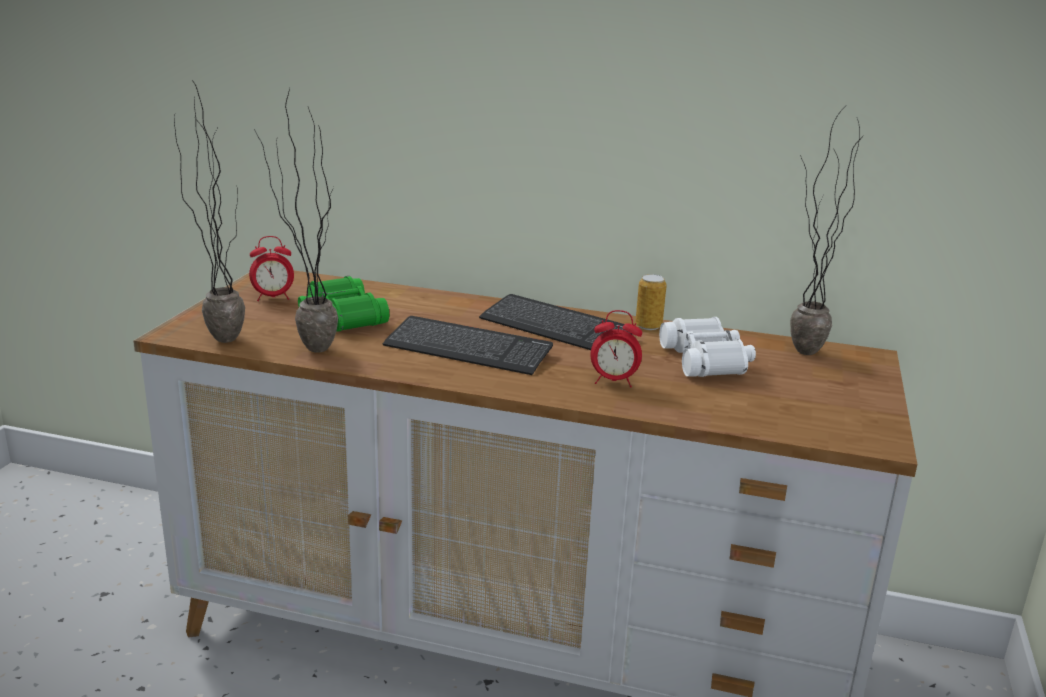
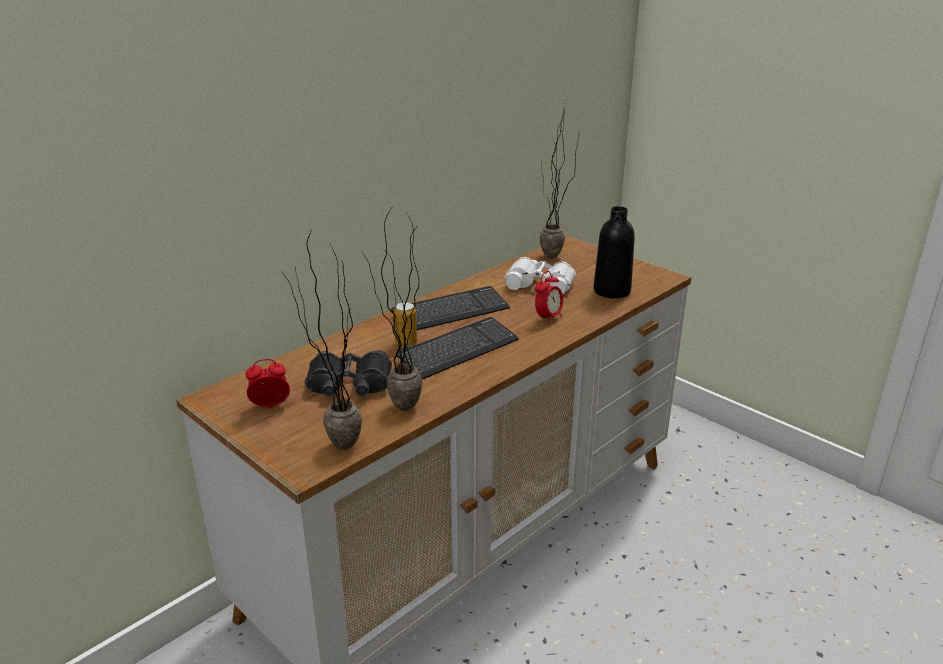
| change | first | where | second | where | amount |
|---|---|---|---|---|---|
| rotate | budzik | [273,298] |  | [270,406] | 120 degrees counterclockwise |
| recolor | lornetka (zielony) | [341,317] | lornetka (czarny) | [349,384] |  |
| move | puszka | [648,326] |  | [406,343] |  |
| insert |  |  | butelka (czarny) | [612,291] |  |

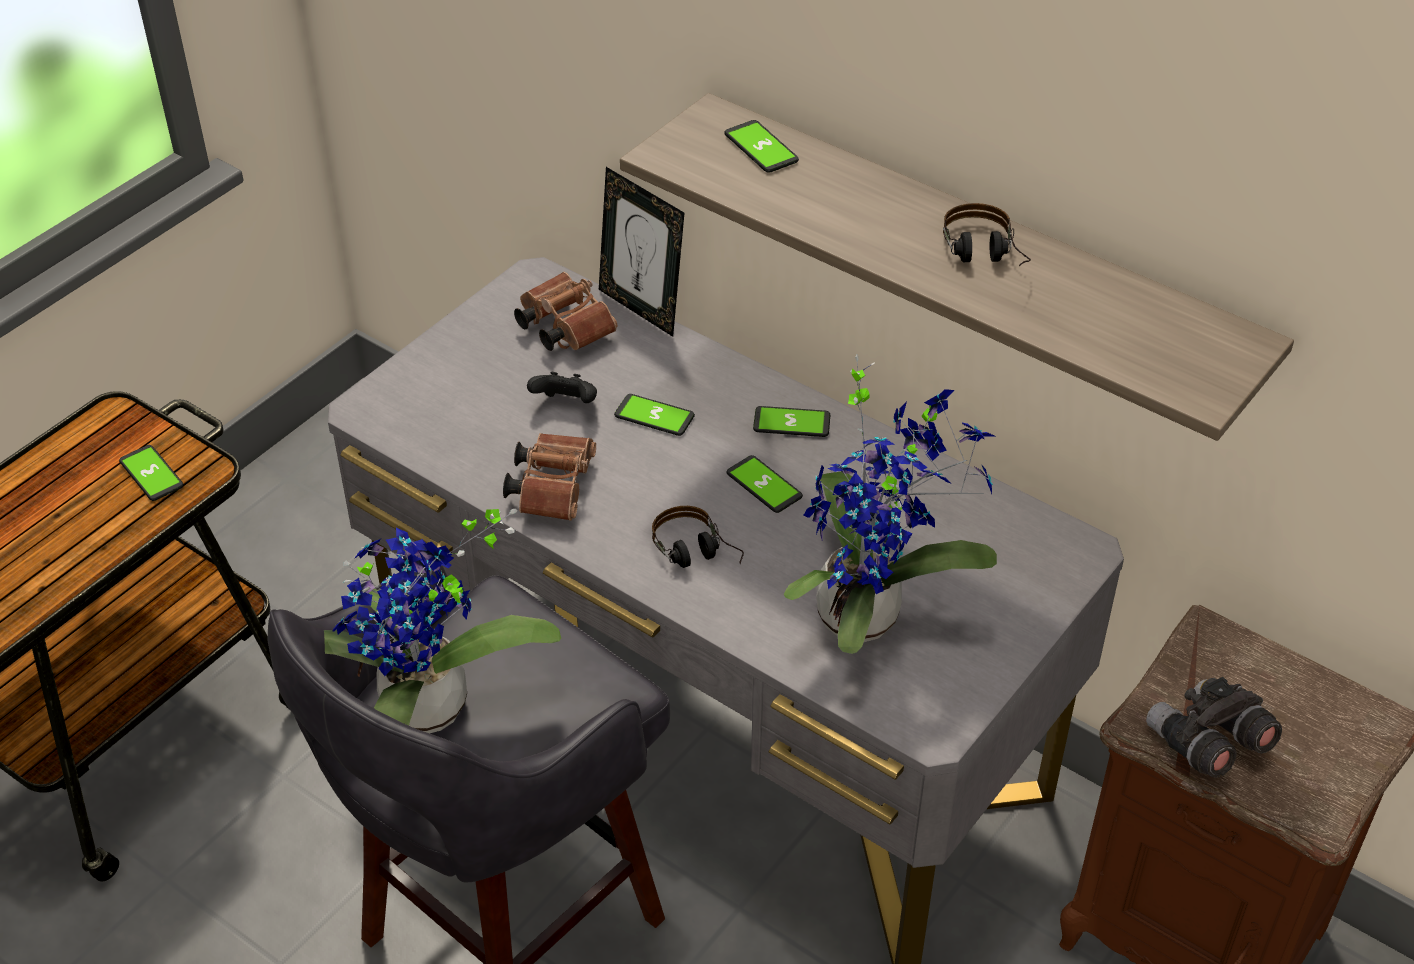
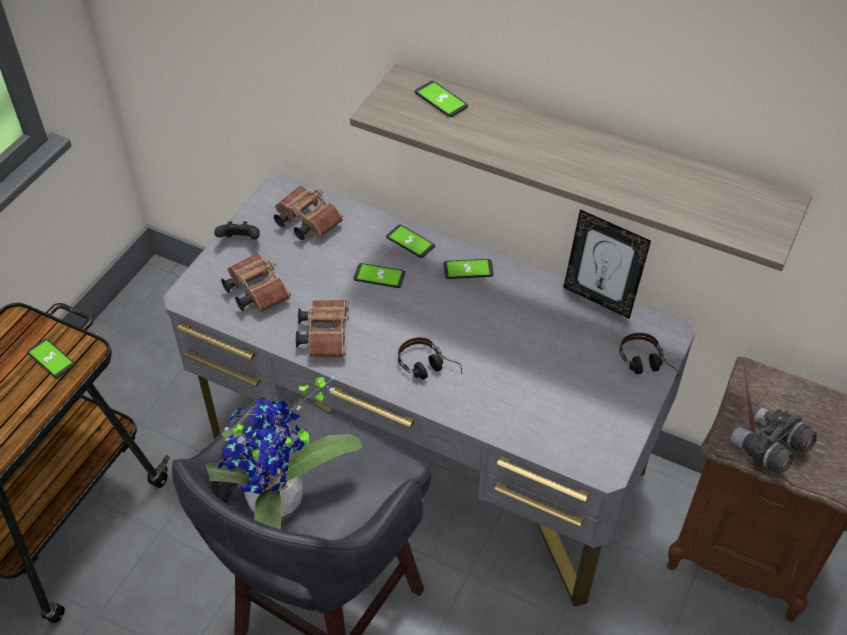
| change | first | where | second | where | amount |
|---|---|---|---|---|---|
| move | pad do gier (czarny) | [566,405] |  | [240,241] |  |
| insert |  |  | lornetka (brązowy) | [255,291] |  |
| move | telefon | [764,485] |  | [410,242] |  |
| move | ramka na zdjęcie | [641,308] |  | [599,299] |  |
| move | słuchawki | [984,257] |  | [647,367] |  |
| delete | roślina doniczkowa | [868,613] |  |  |  |

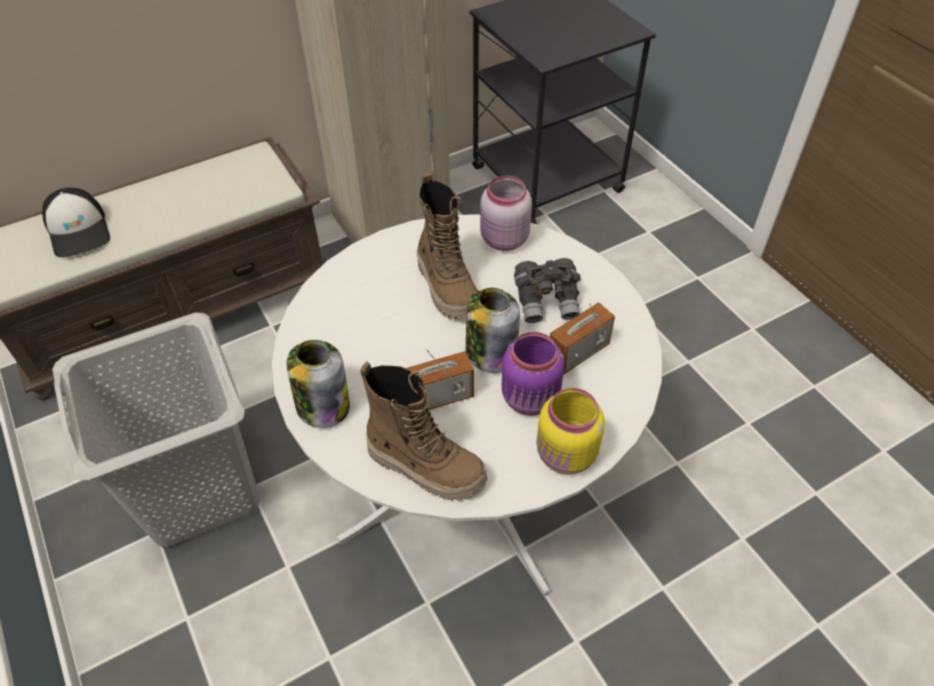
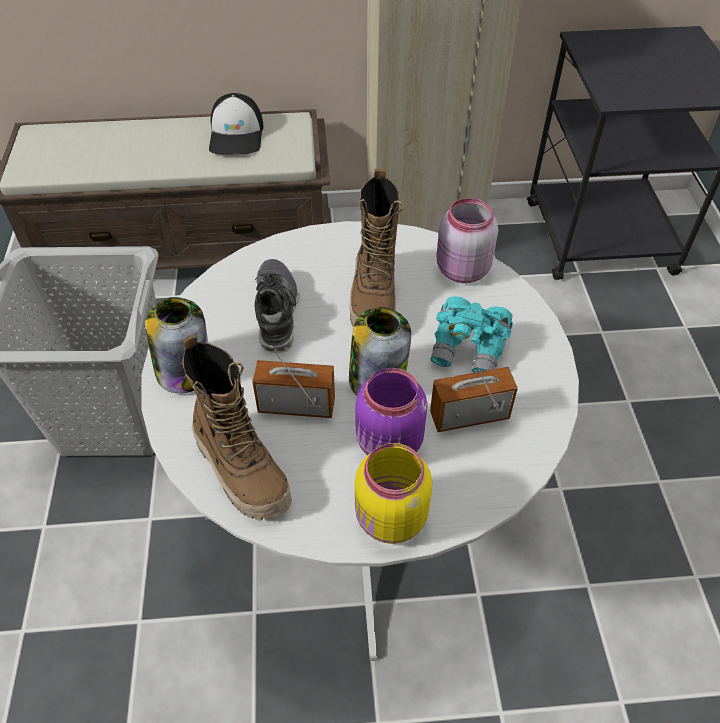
| change | first | where | second | where | amount |
|---|---|---|---|---|---|
| move | czapka z daszkiem | [79,230] |  | [237,135] |  |
| insert |  |  | but | [276,312] |  |
| recolor | lornetka (szary) | [547,301] | lornetka (turkusowy) | [469,349] |  |

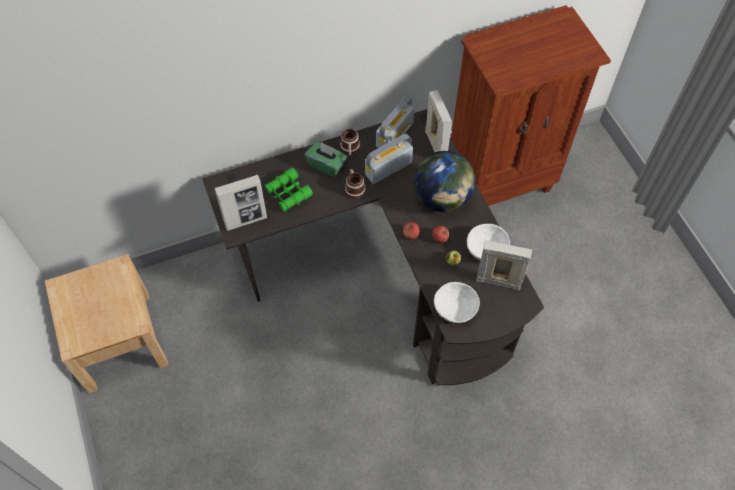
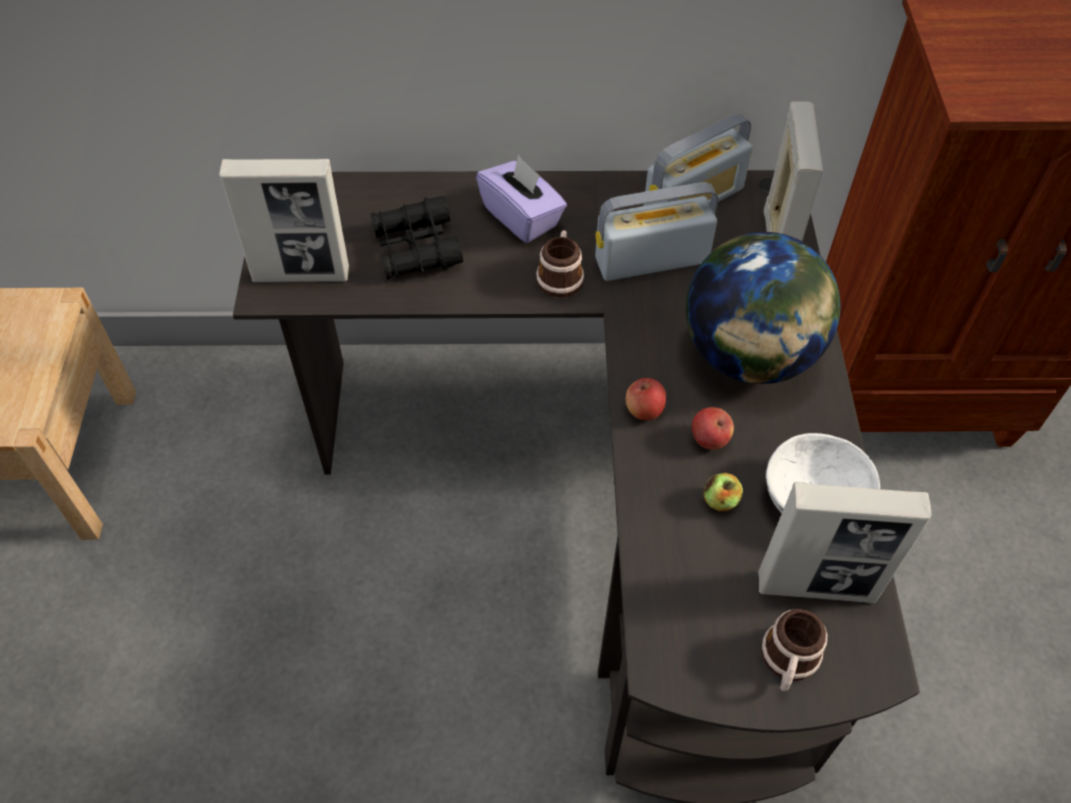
| change | first | where | second | where | amount |
|---|---|---|---|---|---|
| recolor | lornetka (zielony) | [288,193] | lornetka (czarny) | [416,248] |  |
| recolor | pudełko chusteczek (zielony) | [326,165] | pudełko chusteczek (fioletowy) | [522,217] |  |
| rotate | ramka na zdjęcie | [498,282] |  | [817,587] | 150 degrees clockwise |
| move | kubek | [350,149] |  | [787,662] |  |
| delete | miska (biały) | [454,308] |  |  |  |

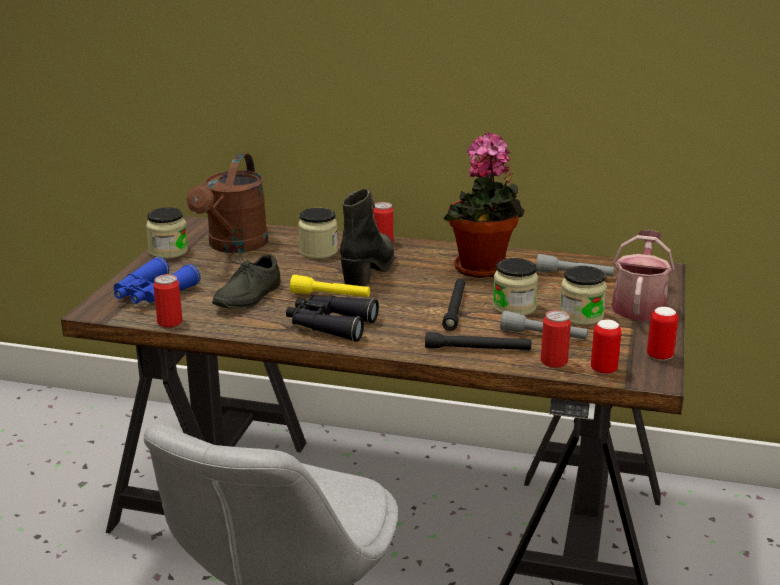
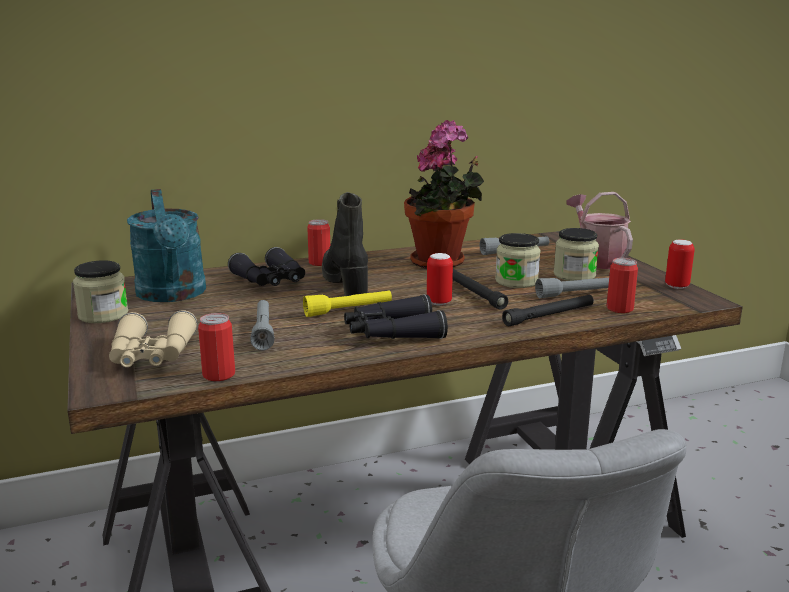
| change | first | where | second | where | amount |
|---|---|---|---|---|---|
| recolor | lornetka (niebieski) | [152,294] | lornetka (beżowy) | [152,356] |  |
| recolor | konewka (brązowy) | [234,246] | konewka (turkusowy) | [173,295] |  |
| replace | słoik | [318,252] | lornetka (czarny) | [271,281] |  |
| replace | but (szary) | [245,296] | latarka (szary) | [263,331] |  |
| move | puszka | [603,370] |  | [439,302] |  |

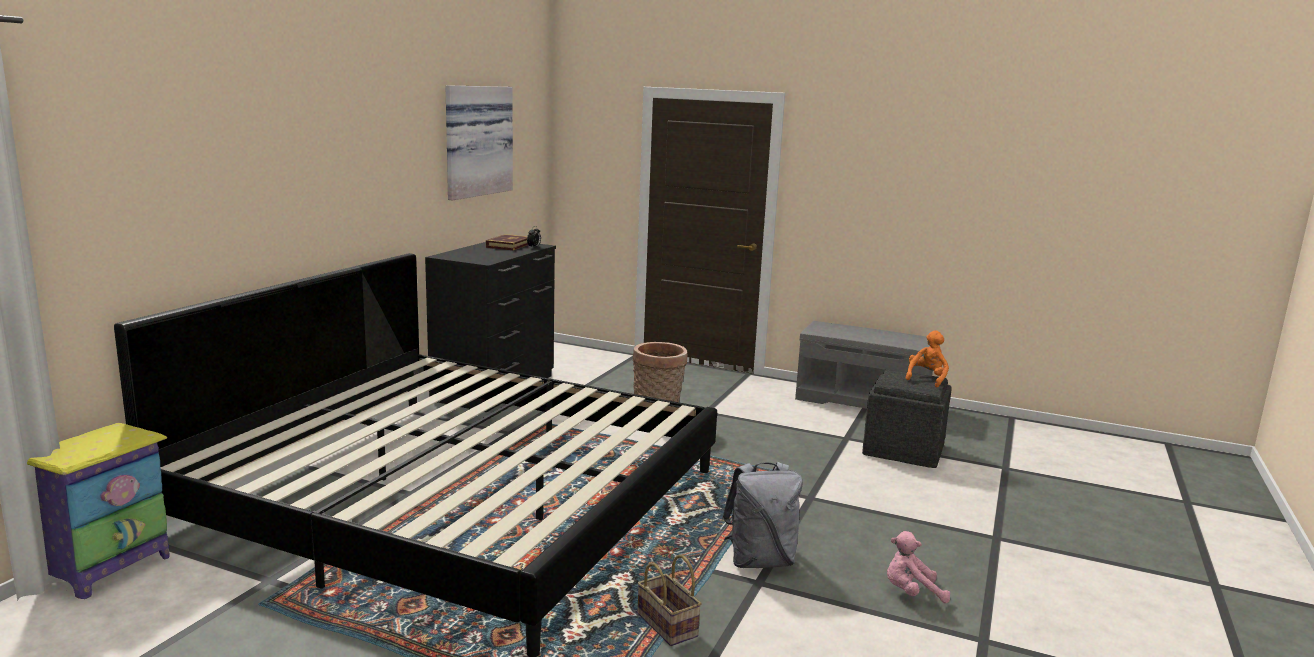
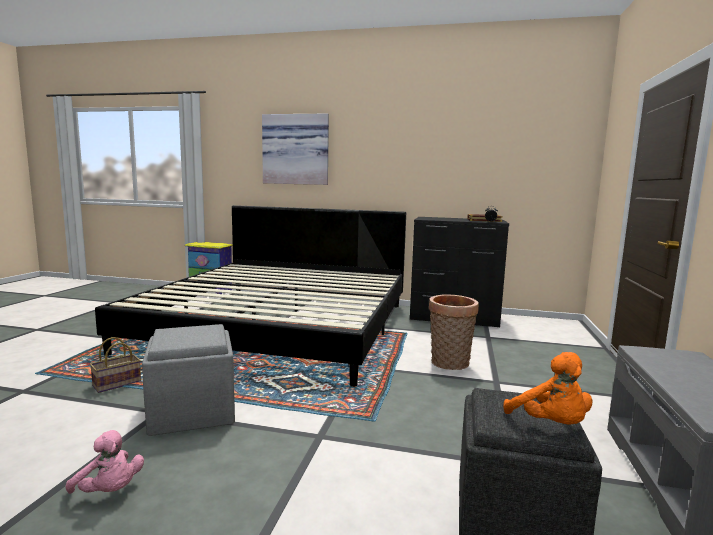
| change | first | where | second | where | amount |
|---|---|---|---|---|---|
| rotate | pluszak (różowy) | [911,593] |  | [109,491] | 135 degrees clockwise |
| replace | plecak (szary) | [760,561] | pufa (szary) | [193,412] |  |
| move | obraz | [475,141] |  | [296,149] |  |
| rotate | pluszak (pomarańczowy) | [926,378] |  | [551,424] | 45 degrees clockwise |

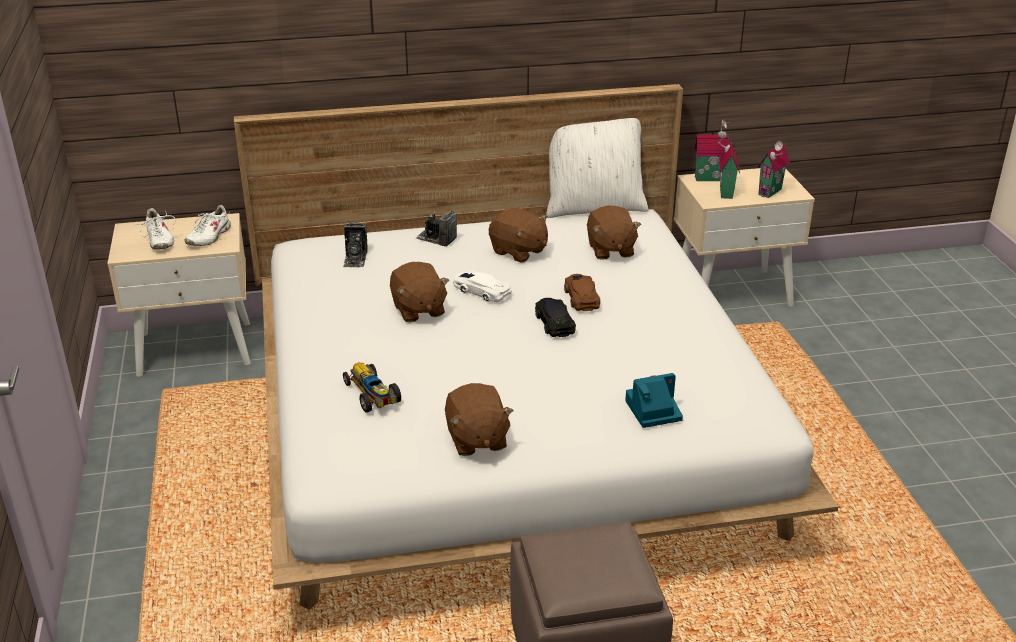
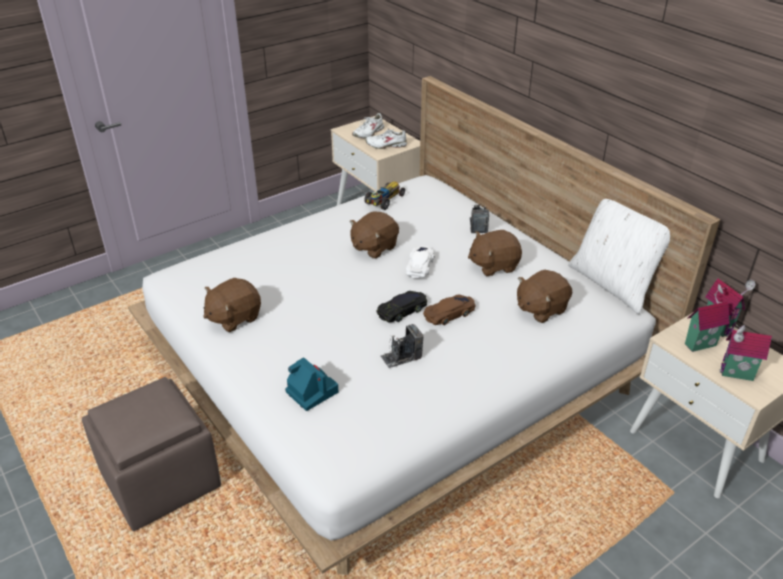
| change | first | where | second | where | amount |
|---|---|---|---|---|---|
| move | samochodzik | [372,396] |  | [384,201] |  |
| move | aparat fotograficzny | [355,258] |  | [401,357] |  |
| rotate | pluszak (brązowy) | [518,251] |  | [493,265] | 60 degrees clockwise |

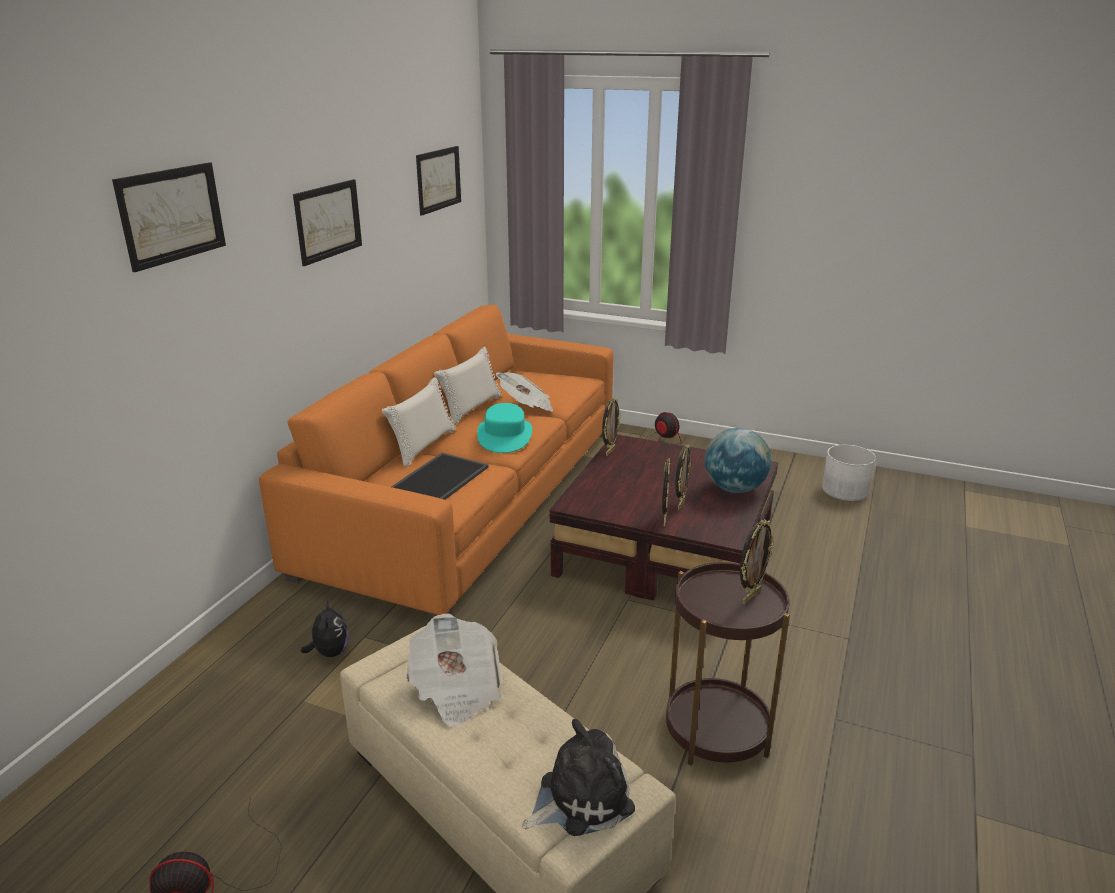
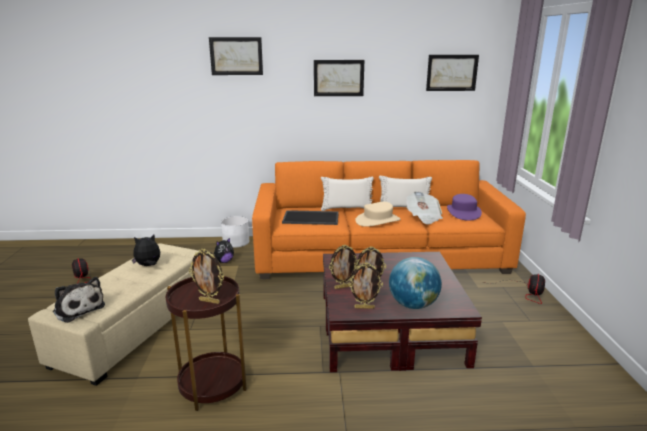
| change | first | where | second | where | amount |
|---|---|---|---|---|---|
| replace | gazeta | [456,690] | pluszak | [148,265] |  |
| move | donica (biały) | [845,490] |  | [236,242] |  |
| move | ramka na zdjęcie | [610,451] |  | [364,307] |  |
| recolor | kapelusz (turkusowy) | [505,436] | kapelusz (beżowy) | [378,220] |  |
| insert |  |  | kapelusz (fioletowy) | [463,212] |  |

